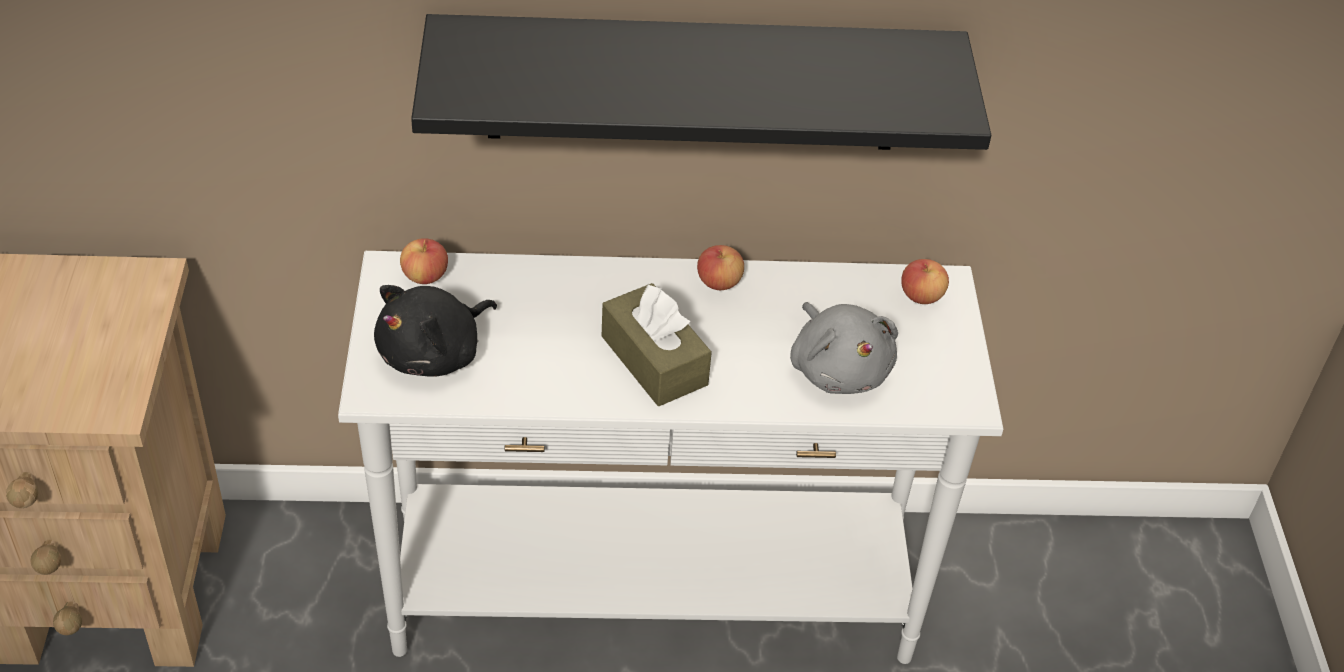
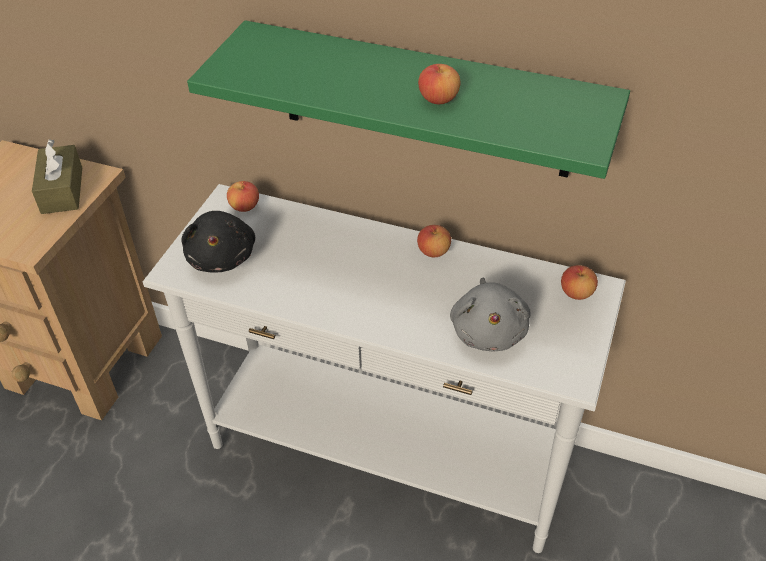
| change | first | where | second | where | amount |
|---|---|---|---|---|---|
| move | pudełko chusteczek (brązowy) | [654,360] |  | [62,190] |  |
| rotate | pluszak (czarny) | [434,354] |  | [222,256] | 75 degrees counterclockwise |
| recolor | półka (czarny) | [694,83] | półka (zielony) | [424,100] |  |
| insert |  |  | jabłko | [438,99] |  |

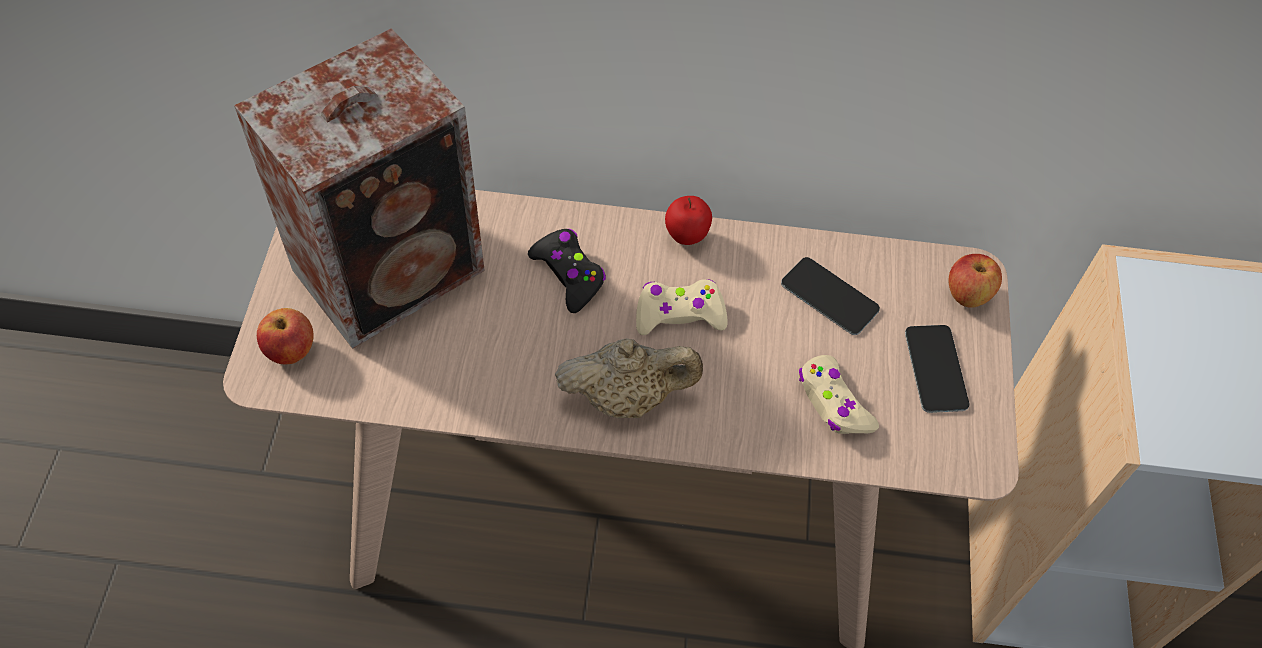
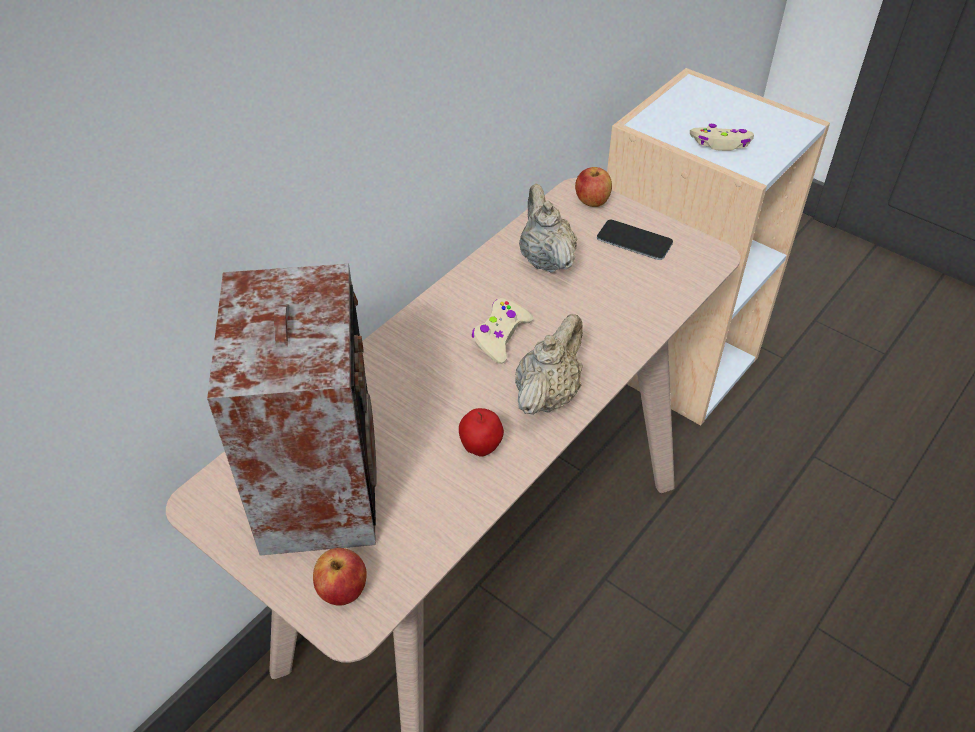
| change | first | where | second | where | amount |
|---|---|---|---|---|---|
| move | jabłko | [686,238] |  | [481,449] |  |
| replace | telefon | [829,296] | imbryk (beżowy) | [545,259] |  |
| move | pad do gier (beżowy) | [833,403] |  | [721,144] |  |
| delete | pad do gier (czarny) | [569,274] |  |  |  |

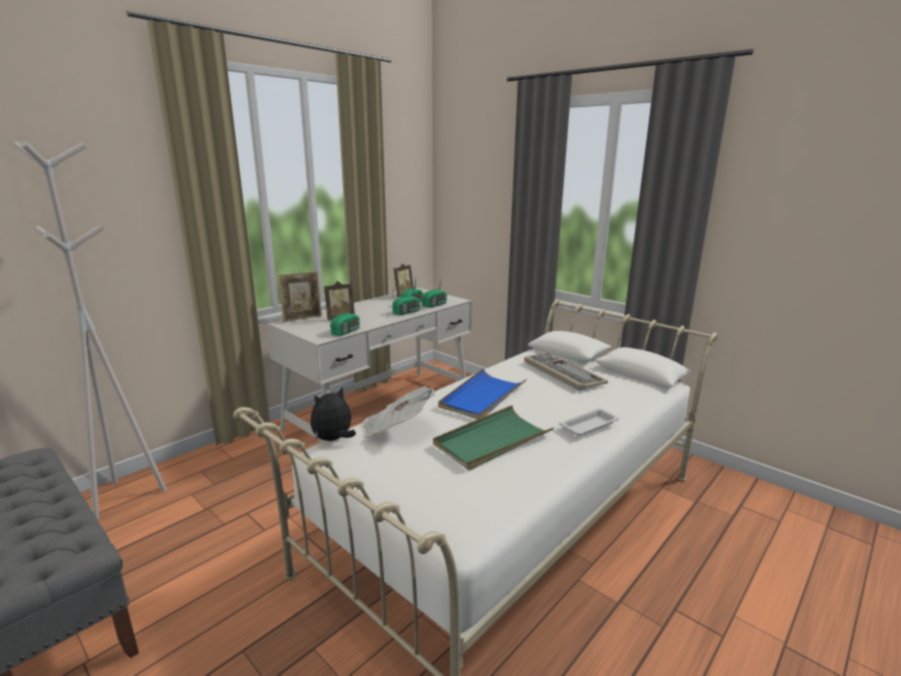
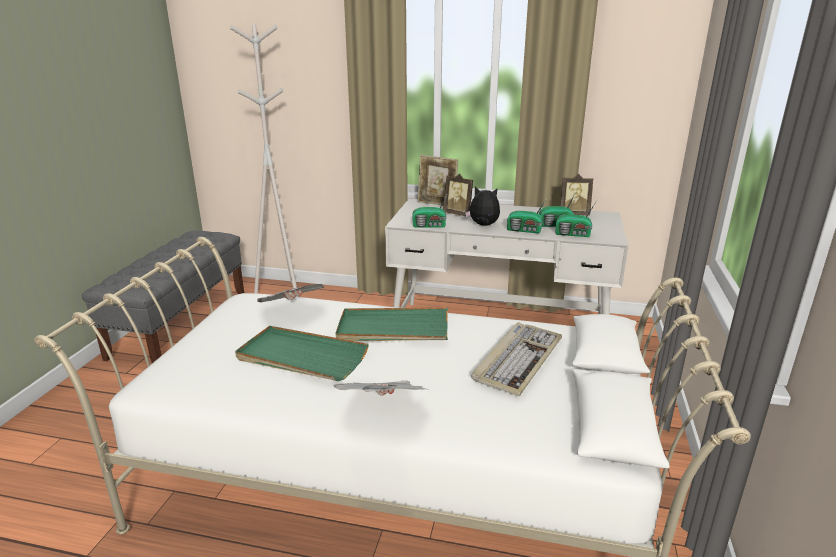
| change | first | where | second | where | amount |
|---|---|---|---|---|---|
| replace | taca (biały) | [590,425] | gazeta | [384,407] |  |
| recolor | taca (niebieski) | [482,397] | taca (zielony) | [393,329] |  |
| move | pluszak | [333,439] |  | [483,225] |  |

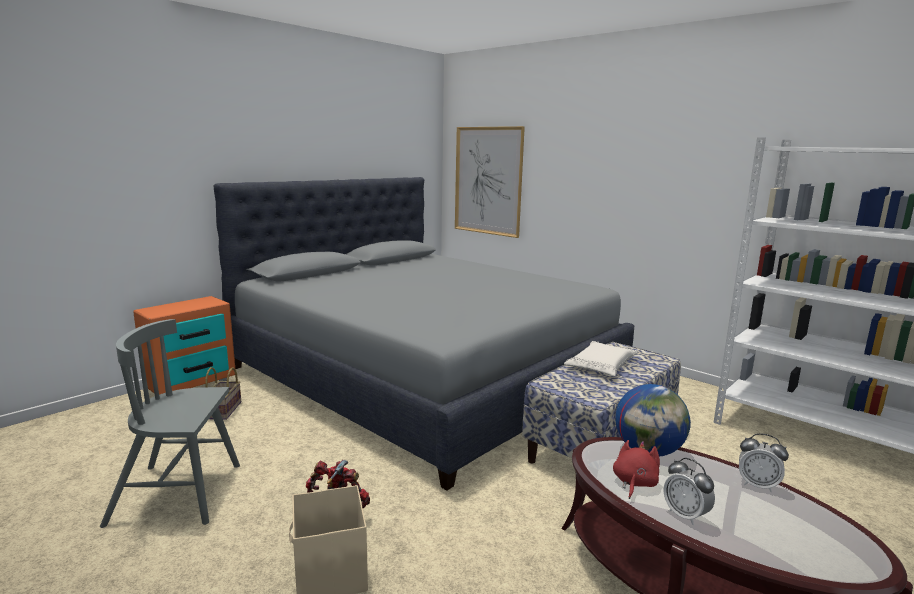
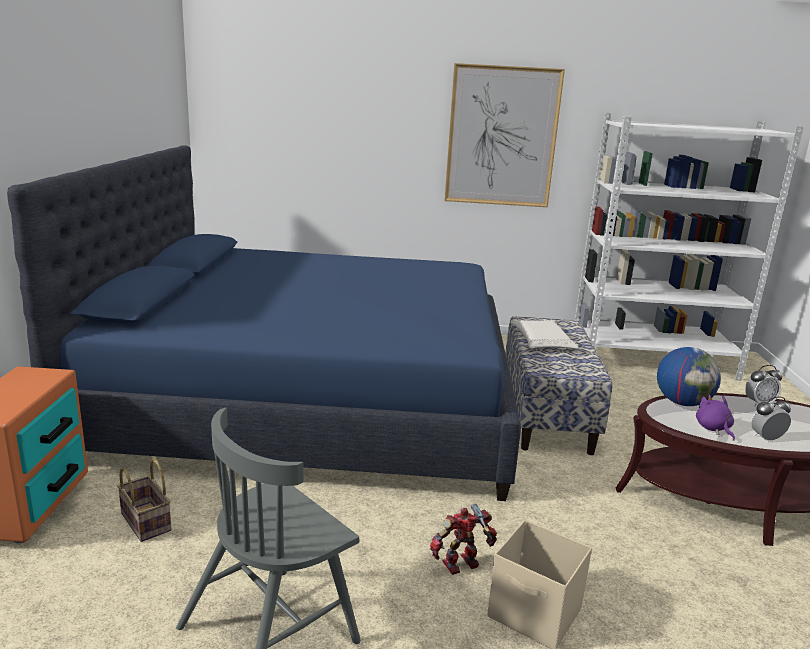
| change | first | where | second | where | amount |
|---|---|---|---|---|---|
| recolor | łóżko (szary) | [425,374] | łóżko (niebieski) | [310,397] |  |
| move | obraz | [488,181] |  | [502,137] |  |
| recolor | pluszak (czerwony) | [634,483] | pluszak (fioletowy) | [713,429] |  |
| rotate | budzik | [685,515] |  | [766,438] | 150 degrees clockwise |

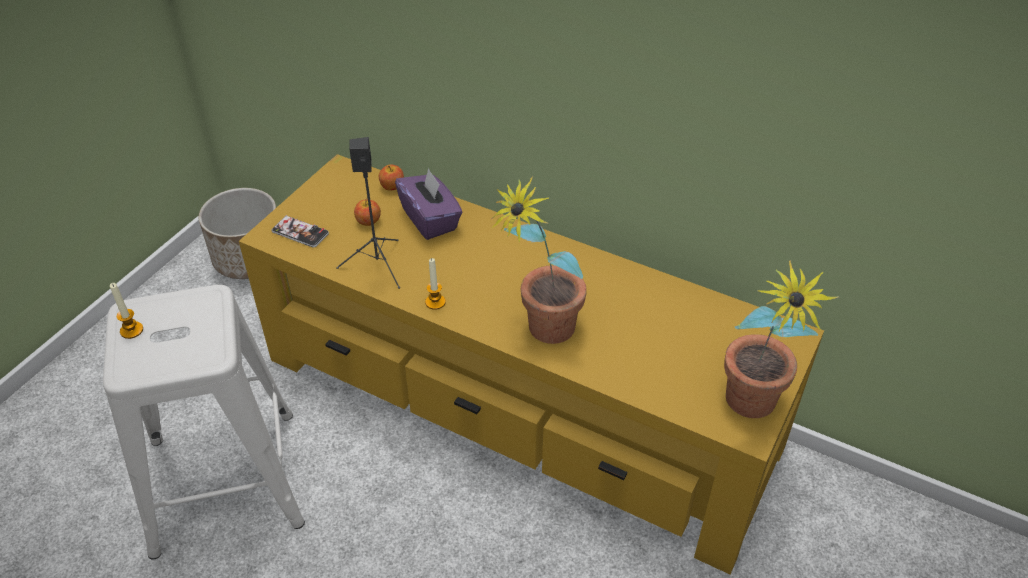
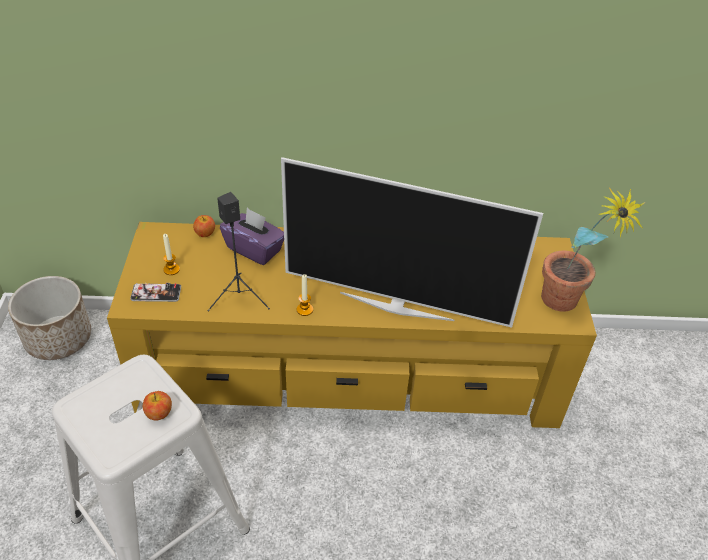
| change | first | where | second | where | amount |
|---|---|---|---|---|---|
| move | jabłko | [368,221] |  | [159,413] |  |
| move | świeca | [131,330] |  | [171,269] |  |
| replace | roślina doniczkowa | [540,334] | telewizor | [396,305] |  |

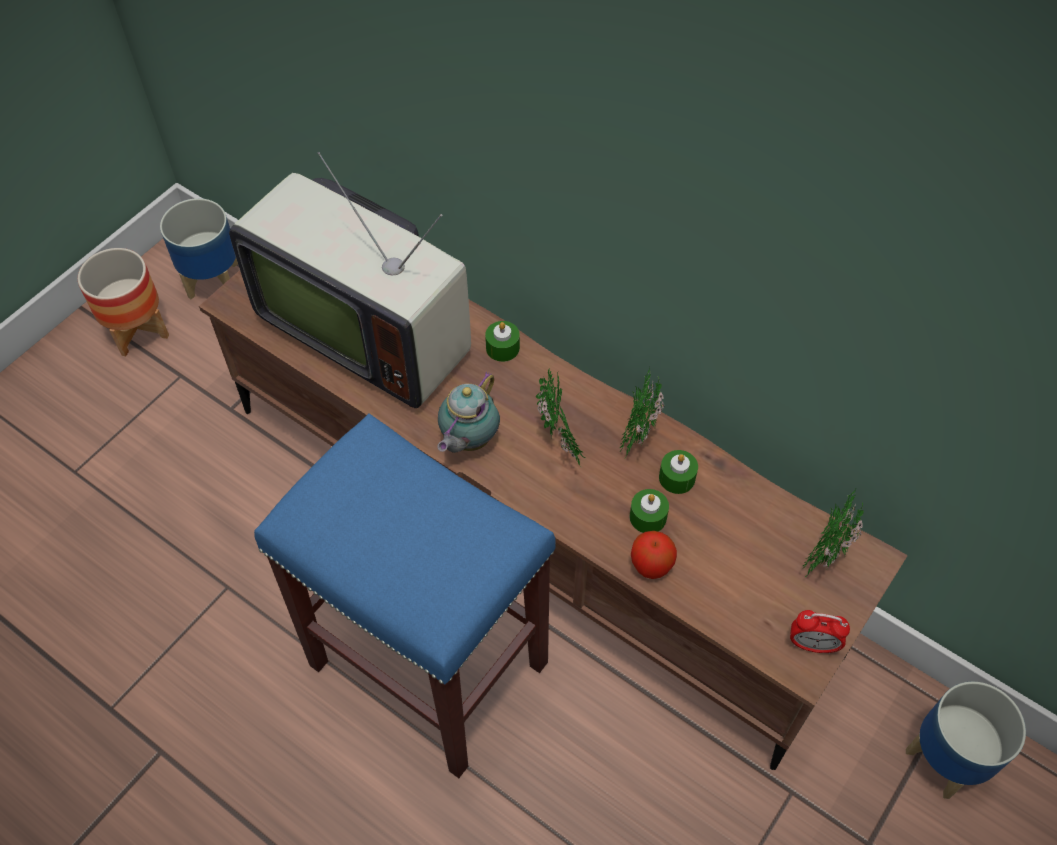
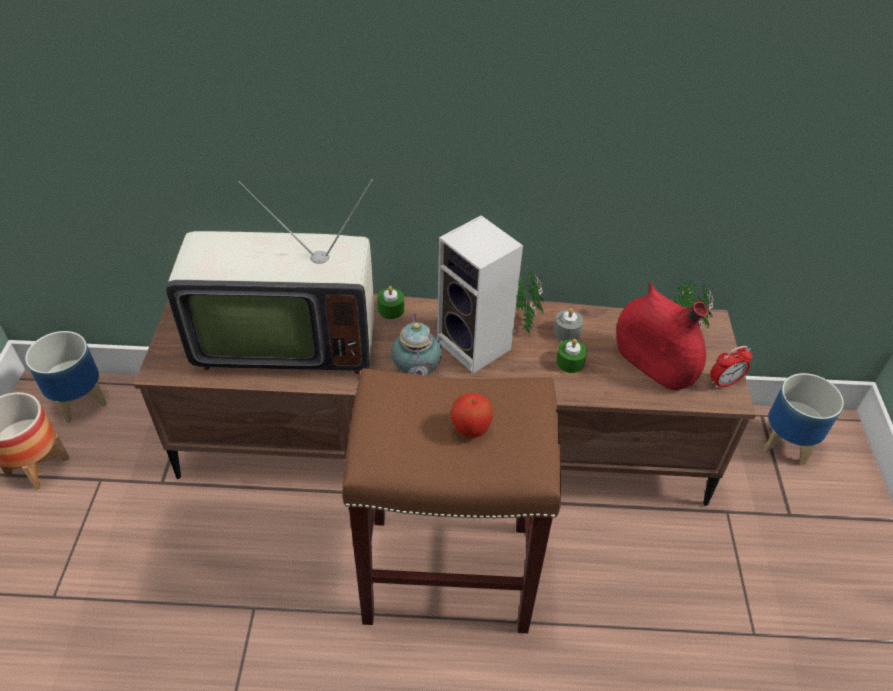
| change | first | where | second | where | amount |
|---|---|---|---|---|---|
| recolor | stołek (niebieski) | [432,665] | stołek (brązowy) | [450,570] |  |
| replace | roślina doniczkowa | [559,441] | głośnik | [476,346] |  |
| move | jabłko | [651,565] |  | [470,428] |  |
| recolor | świeca (zielony) | [677,478] | świeca (szary) | [567,332] |  |
| insert |  |  | wazon (czerwony) | [653,365] |  |

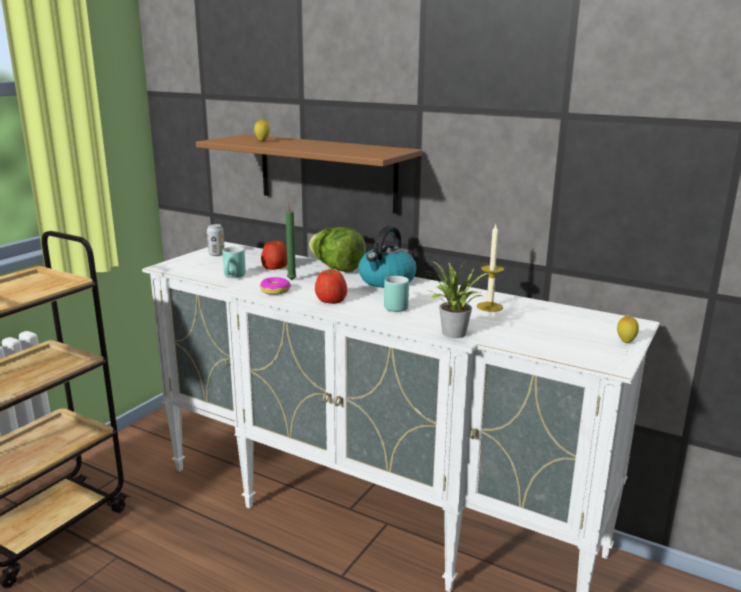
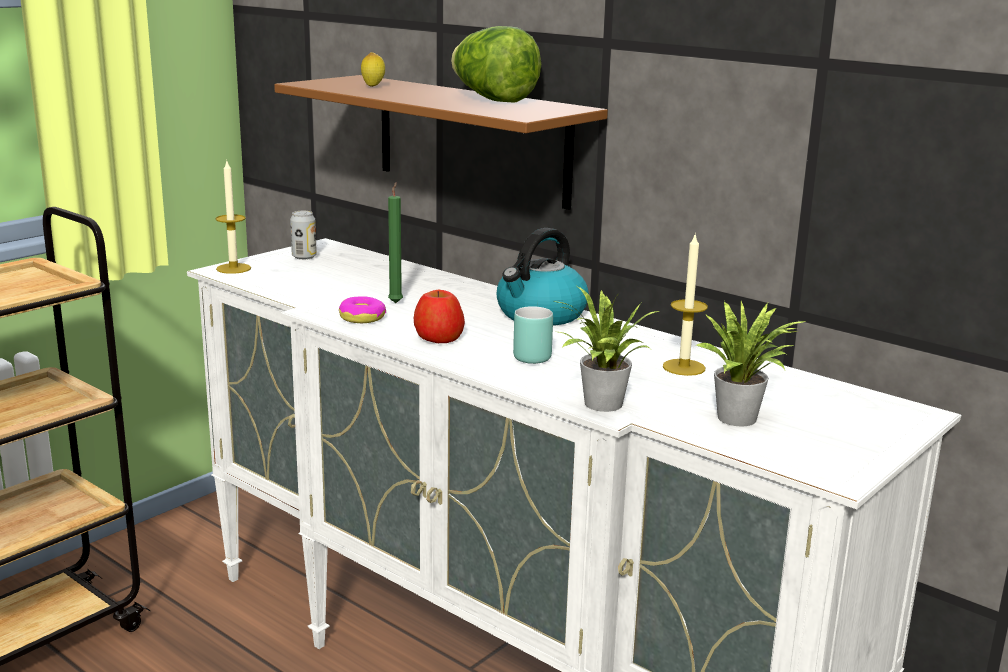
| change | first | where | second | where | amount |
|---|---|---|---|---|---|
| insert |  |  | świeca | [233,268] |  |
| move | sałata | [336,268] |  | [492,99] |  |
| insert |  |  | roślina doniczkowa | [742,419] |  |
| delete | kubek (turkusowy) | [234,277] |  |  |  |
| delete | jabłko | [275,267] |  |  |  |
| delete | cytryna | [625,341] |  |  |  |

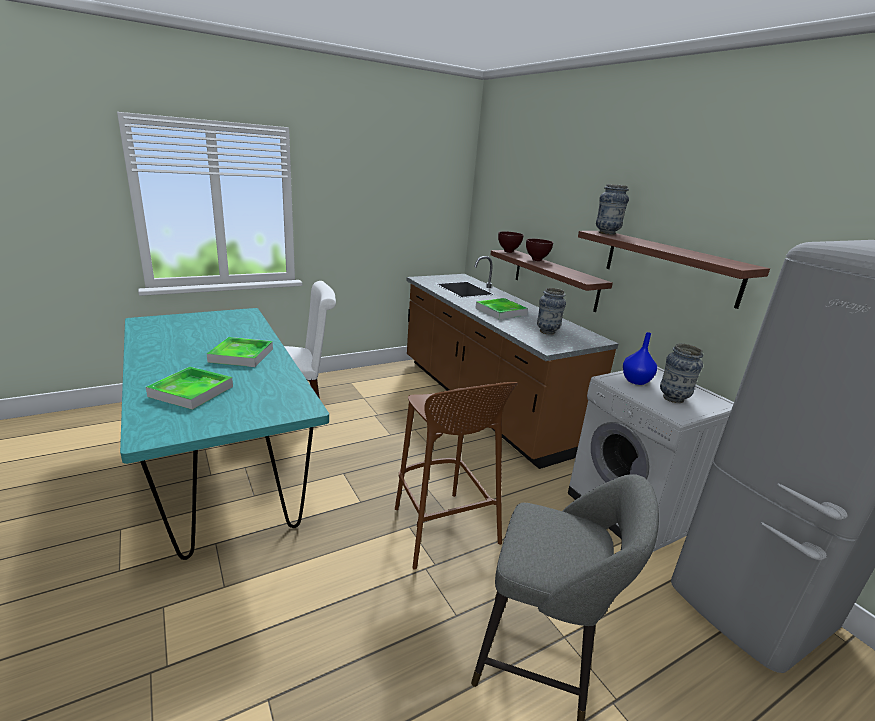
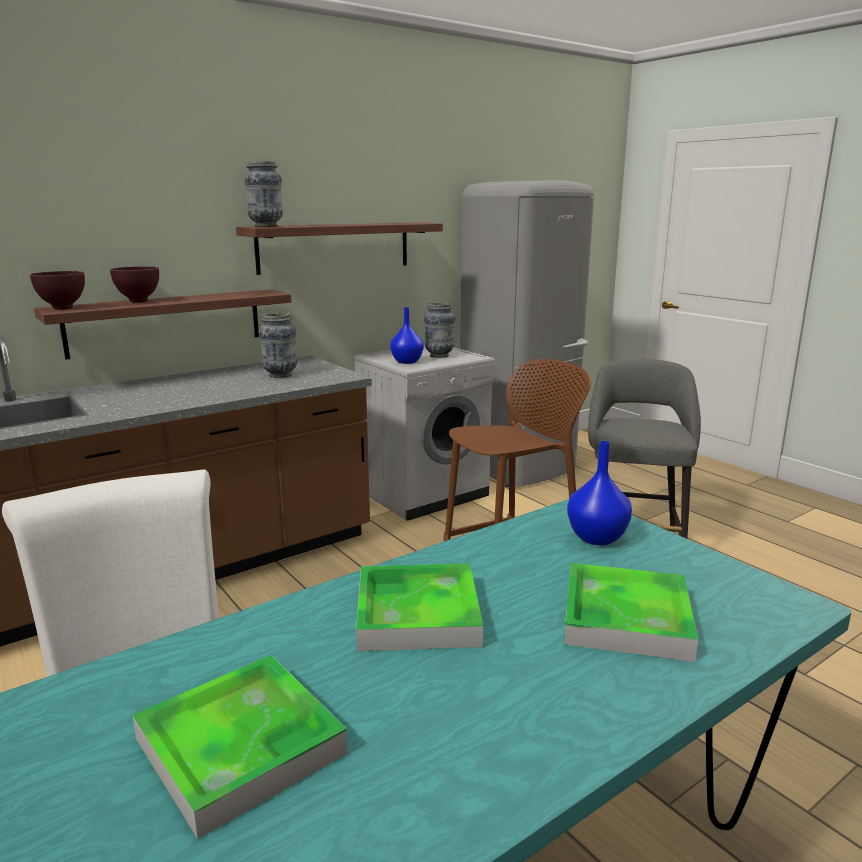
| change | first | where | second | where | amount |
|---|---|---|---|---|---|
| move | taca | [500,311] |  | [240,746] |  |
| insert |  |  | wazon (niebieski) | [597,538] |  |

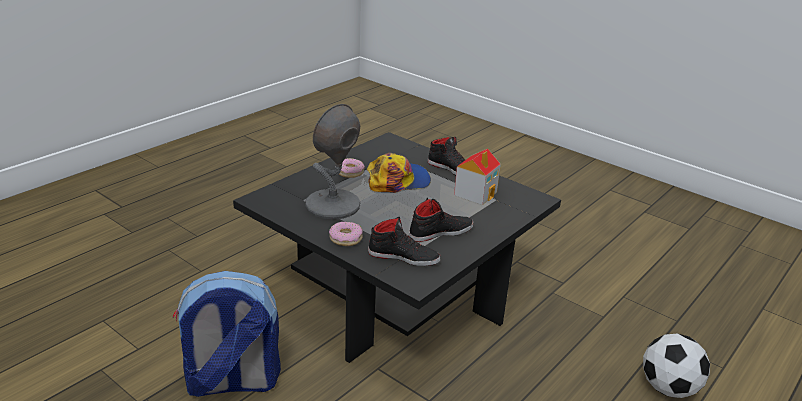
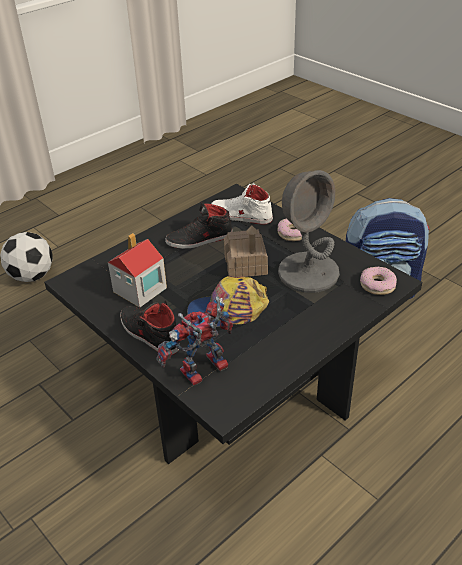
| change | first | where | second | where | amount |
|---|---|---|---|---|---|
| insert |  |  | robot zabawkowy | [202,373] |  |
| recolor | but (czarny) | [404,256] | but (biały) | [241,216] |  |
| insert |  |  | domek | [245,265] |  |
| move | donut | [349,172] |  | [377,285] |  |

